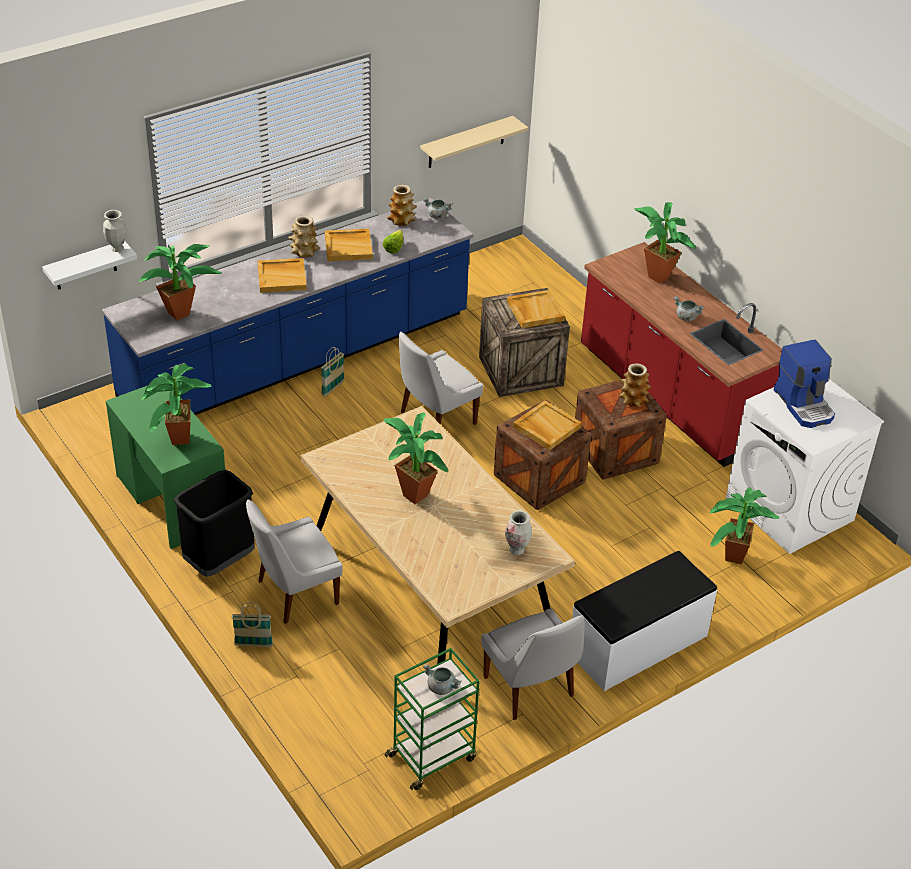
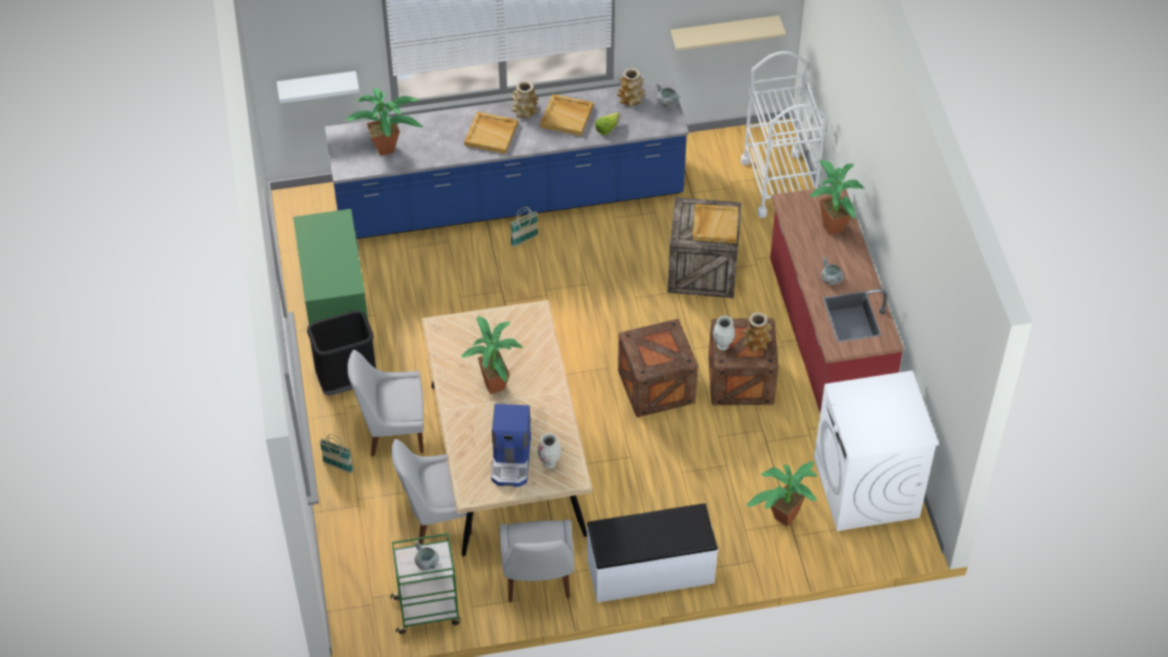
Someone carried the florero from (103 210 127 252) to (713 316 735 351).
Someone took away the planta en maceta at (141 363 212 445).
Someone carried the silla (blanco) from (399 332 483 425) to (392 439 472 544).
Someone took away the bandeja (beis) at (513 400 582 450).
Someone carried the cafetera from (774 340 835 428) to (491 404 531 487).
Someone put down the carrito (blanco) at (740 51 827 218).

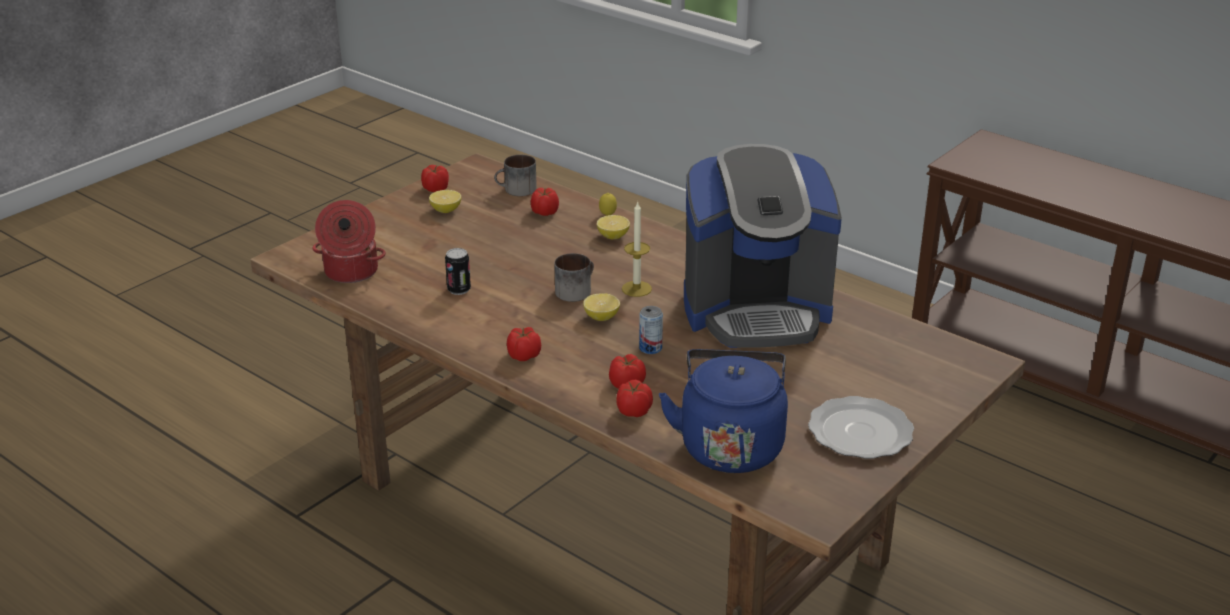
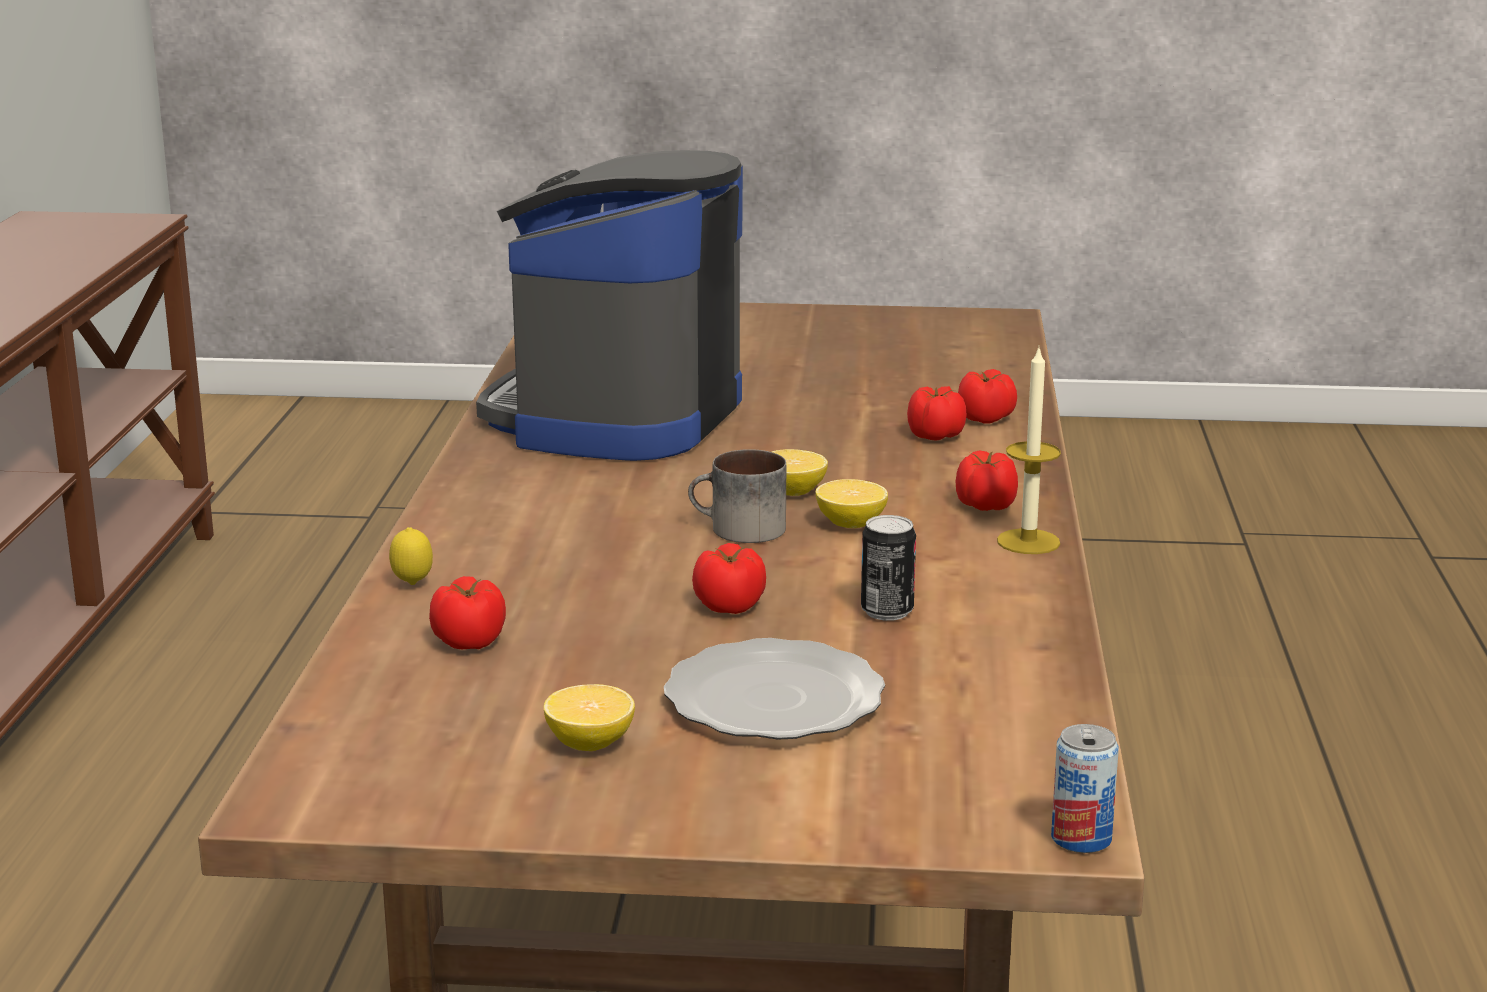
Someone took away the olla at (312 200 386 283).
Someone carried the tomate from (421 165 449 192) to (692 543 766 614).
Someone took away the taza grande at (494 155 537 196).
Someone carried the limón from (597 215 630 239) to (816 479 888 528).
Someone carried the vela from (622 201 652 297) to (997 345 1061 554).
Someone carried the lata from (639 306 663 354) to (1051 724 1119 853).
Someone took away the hervidor (azul) at (659 349 788 473).
Someone rotated the cafetera at (684 144 842 348) by 120 degrees counterclockwise.
Someone carried the plato from (808 396 914 459) to (664 638 885 740).

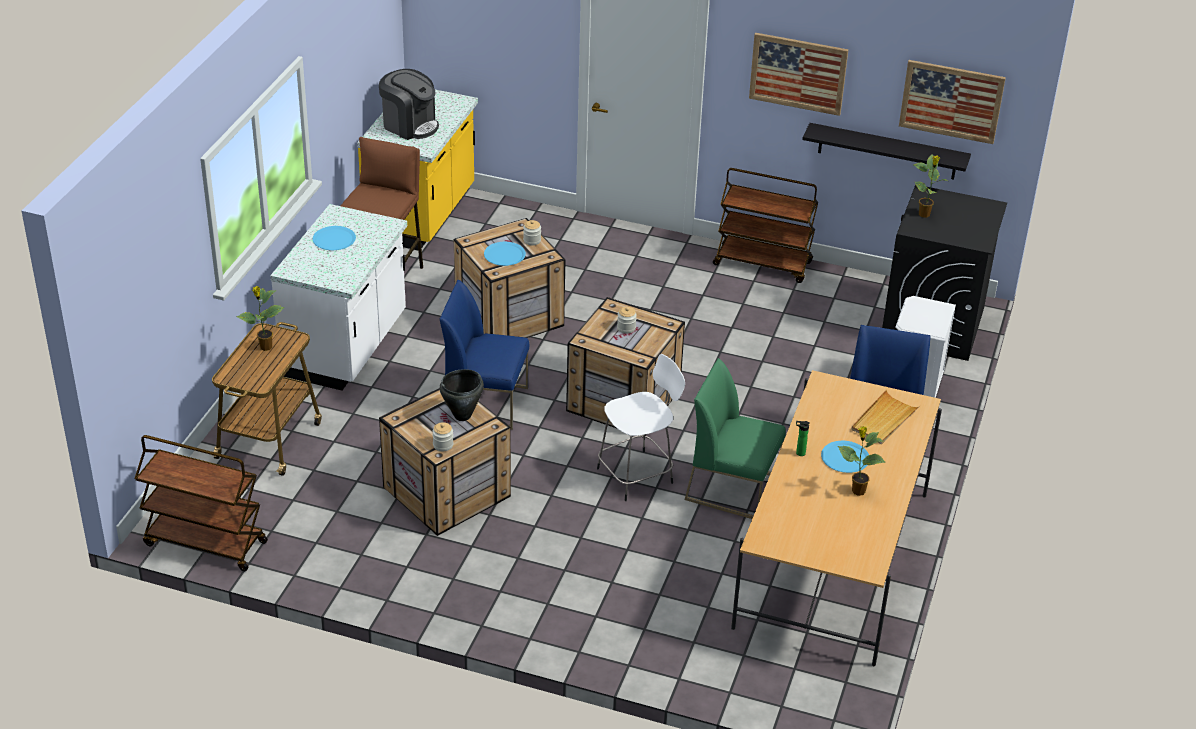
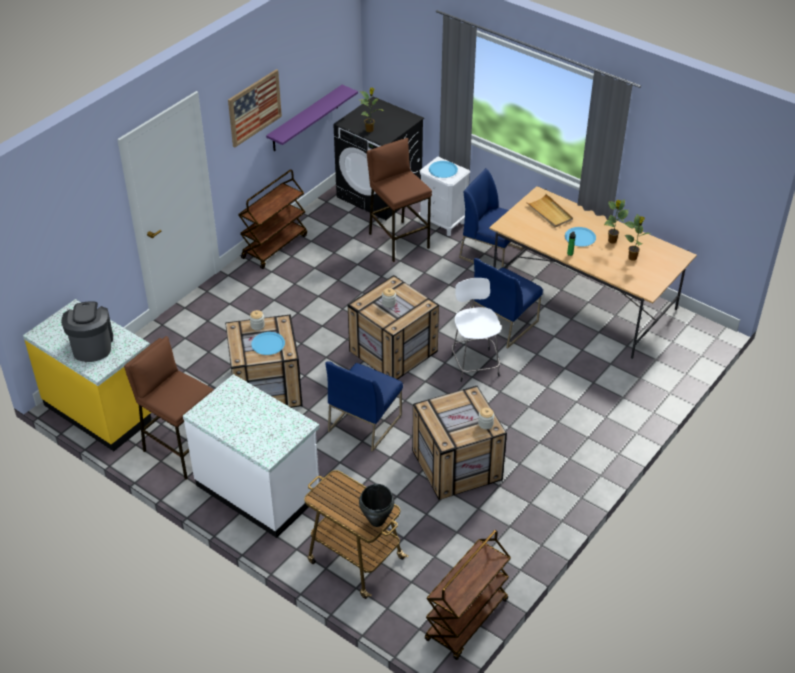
Someone carried the planta en maceta from (236 286 285 351) to (624 214 650 261).
Someone carried the plato (azul) from (313 226 356 250) to (429 161 458 178).
Someone rotated the cafetera at (379 69 439 140) by 60 degrees counterclockwise.
Someone carried the olla (negro) from (440 369 484 421) to (359 484 394 527).
Someone repainted the silla (verde) at (685 358 786 519), which became the silla (azul) at (472 258 543 348).
Someone repainted the estante (negro) at (802 123 971 180), which became the estante (morado) at (266 85 358 151).
Someone took away the cuadro at (899 60 1006 144).
Someone put down the taburete (marrón) at (367 138 432 262).

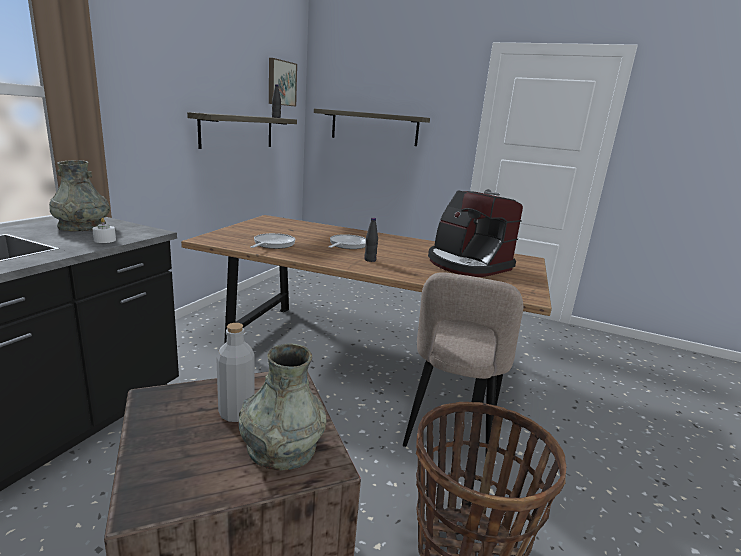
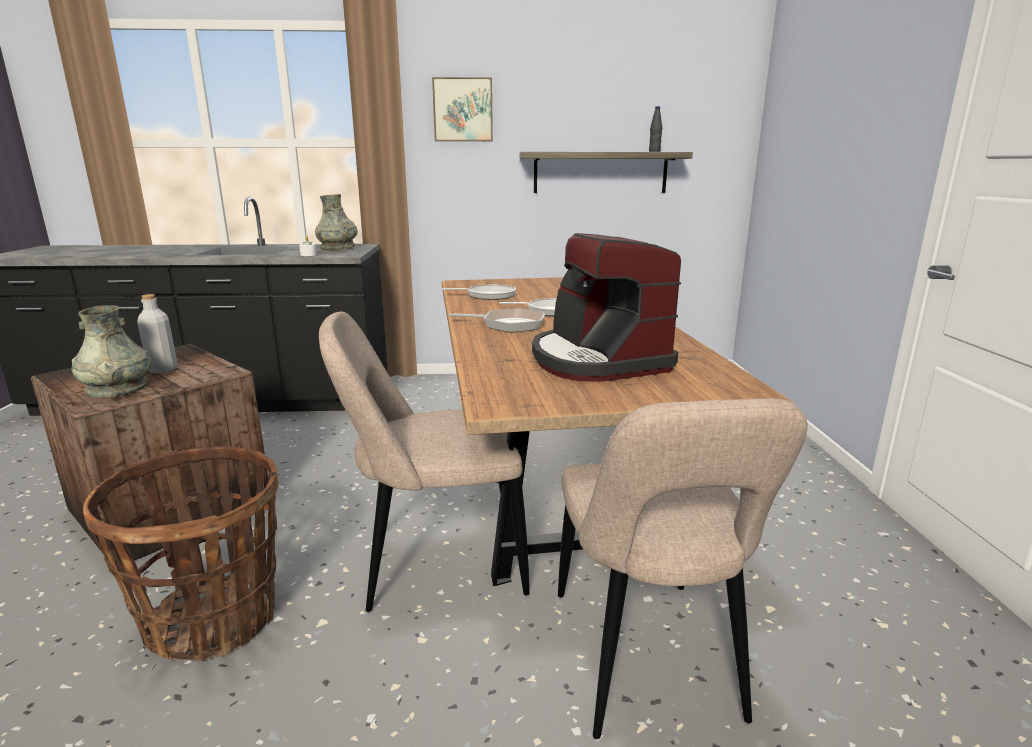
Someone carried the cuadro from (269 58 297 106) to (432 77 493 141).
Someone took away the estante at (314 109 430 146).
Someone swapped the botella (negro) at (364 218 378 262) for the sartén at (449 308 545 332).
Someone rotated the cafetera at (428 190 523 277) by 45 degrees counterclockwise.
Someone put down the silla (beis) at (558 398 808 739).

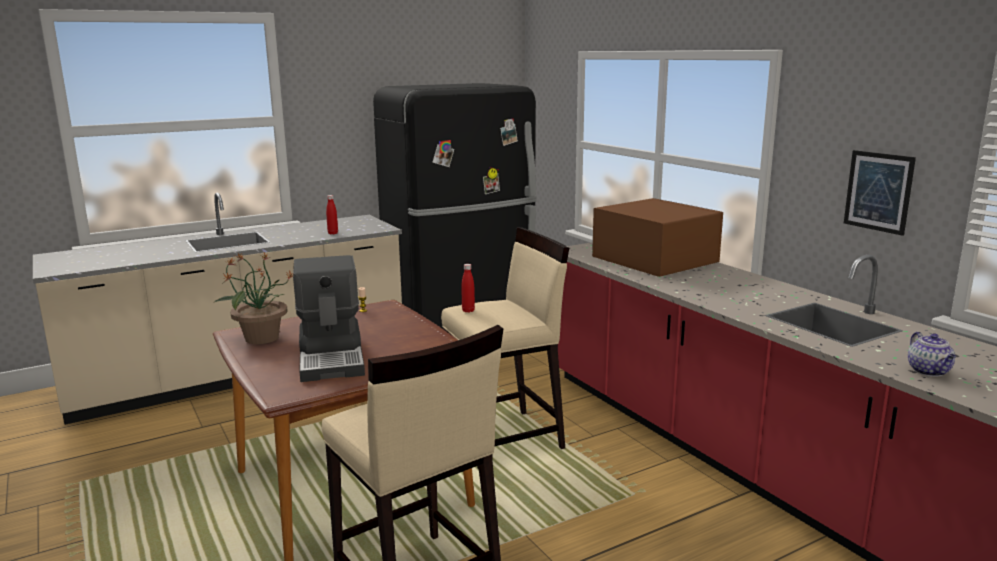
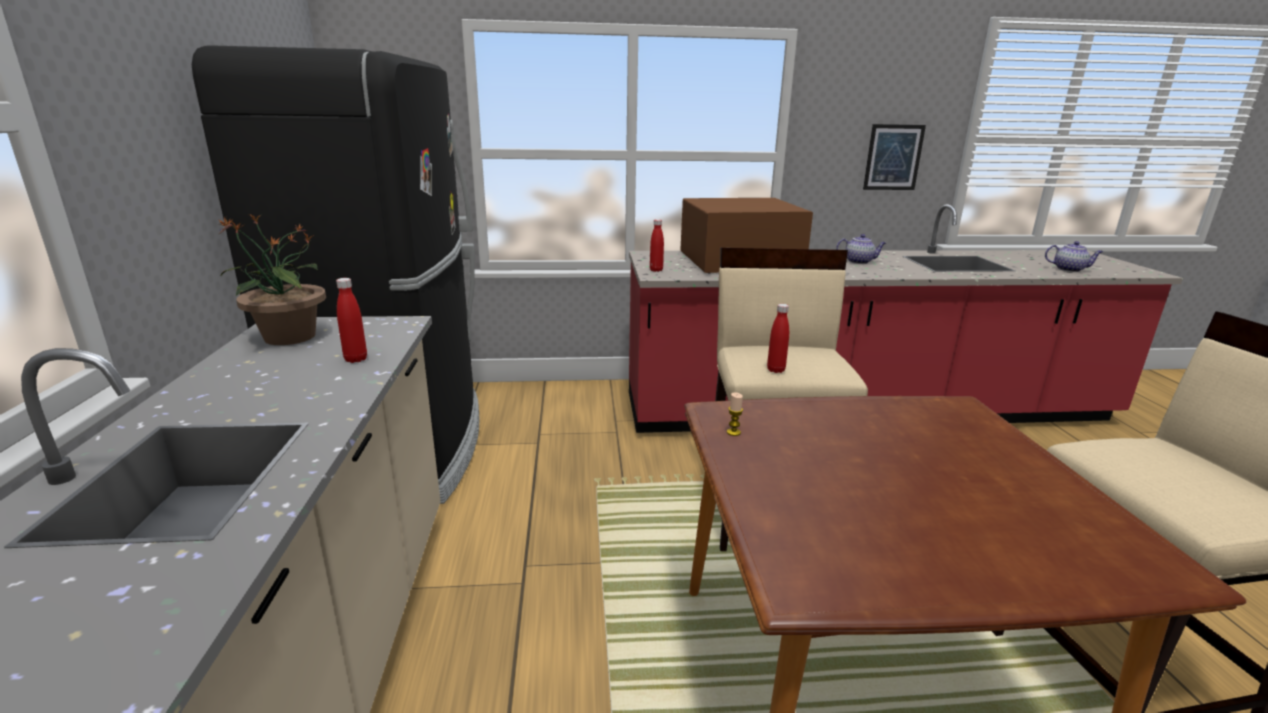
Someone carried the planta en maceta from (213 252 293 344) to (219 214 326 345).
Someone took away the cafetera at (293 255 365 382).
Someone put down the botella (rojo) at (650 219 664 272).
Someone put down the tetera at (836 234 886 264).

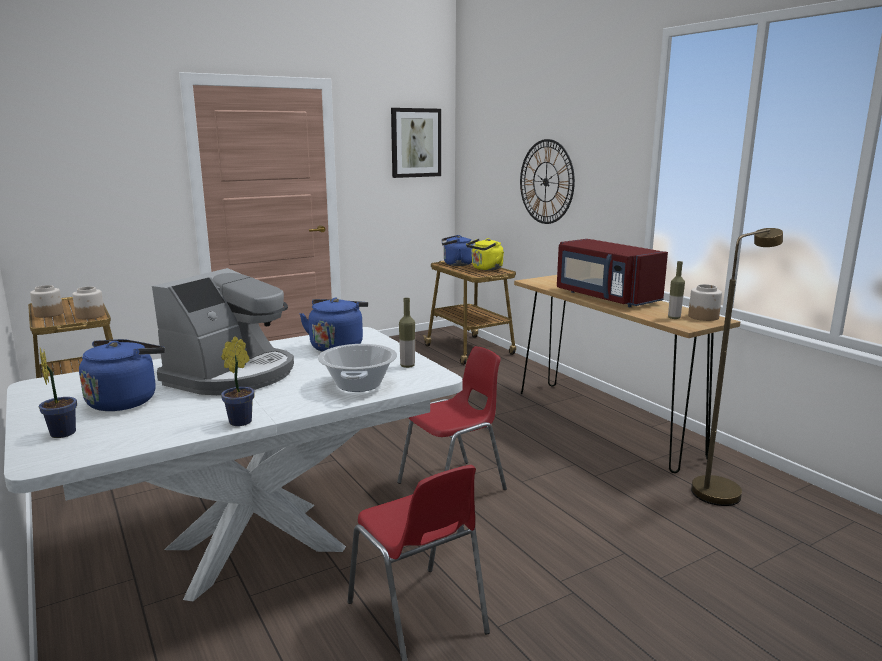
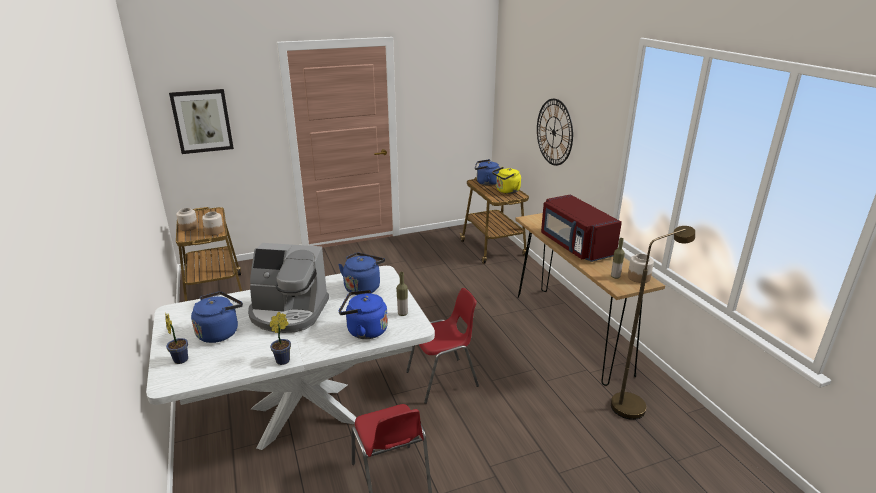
Someone rotated the cafetera at (152 268 294 395) by 60 degrees clockwise.
Someone swapped the olla at (318 344 397 392) for the hervidor (azul) at (339 290 388 339).
Someone carried the cuadro from (391 108 441 178) to (169 89 234 154).

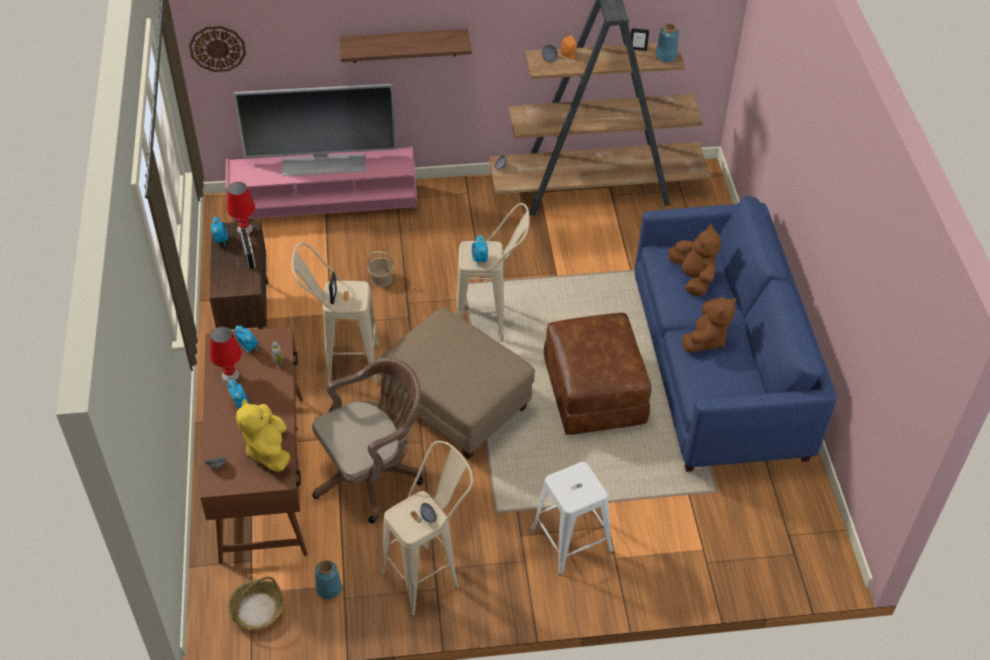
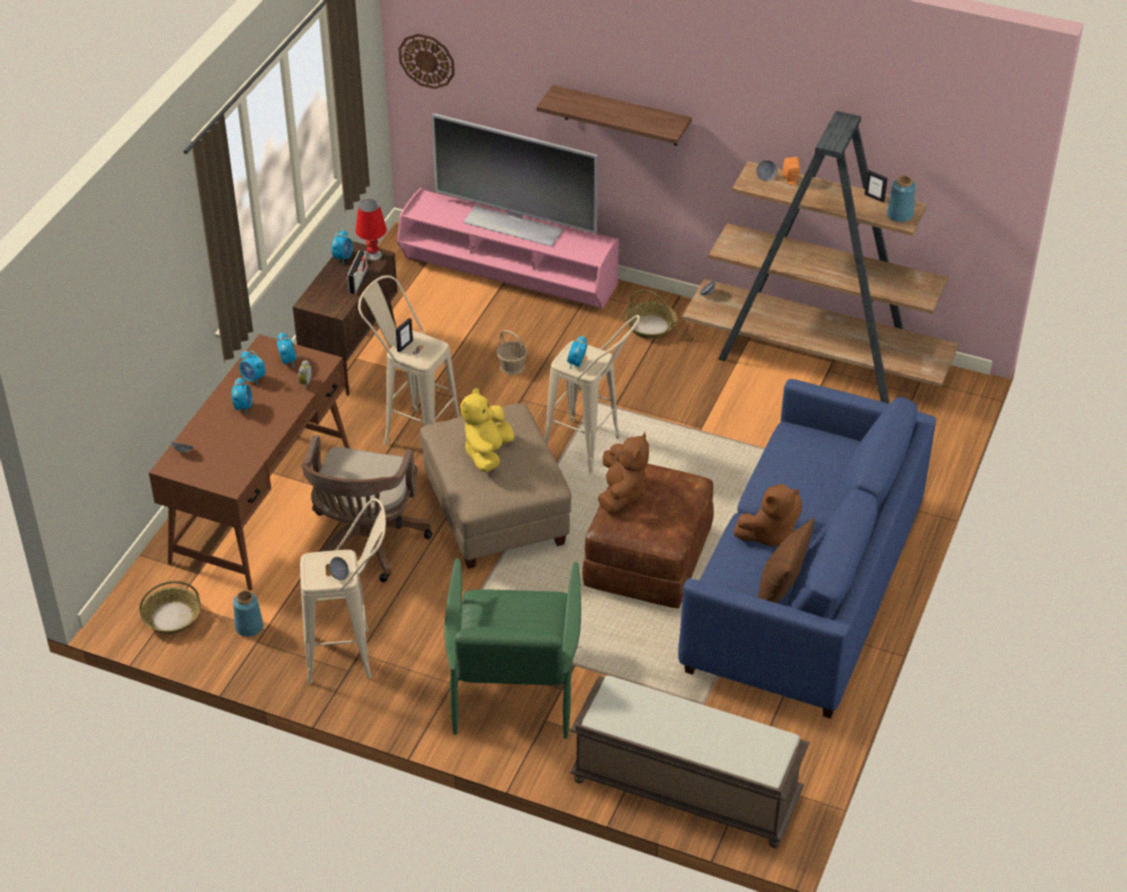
Someone swapped the lámpara de mesa (rojo) at (210 326 242 382) for the despertador at (239 351 266 385).
Someone carried the peluche (amarillo) from (236 399 290 472) to (461 388 514 472).
Someone rotated the silla de oficina (marrón) at (312 358 423 524) by 105 degrees clockwise.
Someone swapped the taburete (blanco) at (530 462 613 575) for the sillón (verde) at (445 558 581 739).
Someone carried the peluche (marrón) from (668 224 721 296) to (598 432 649 513).
Someone put down the banco (marrón) at (570 676 810 848).
Someone put down the cesta at (625 289 677 339).
Someone put down the cojín (marrón) at (758 518 814 603).

